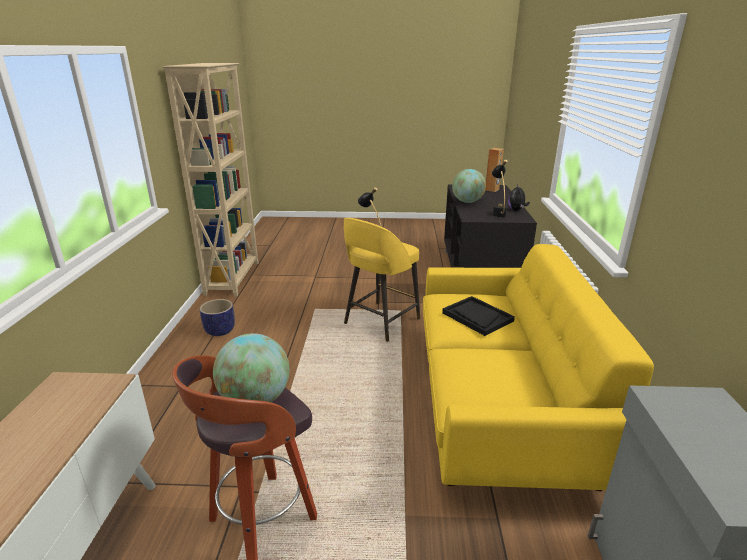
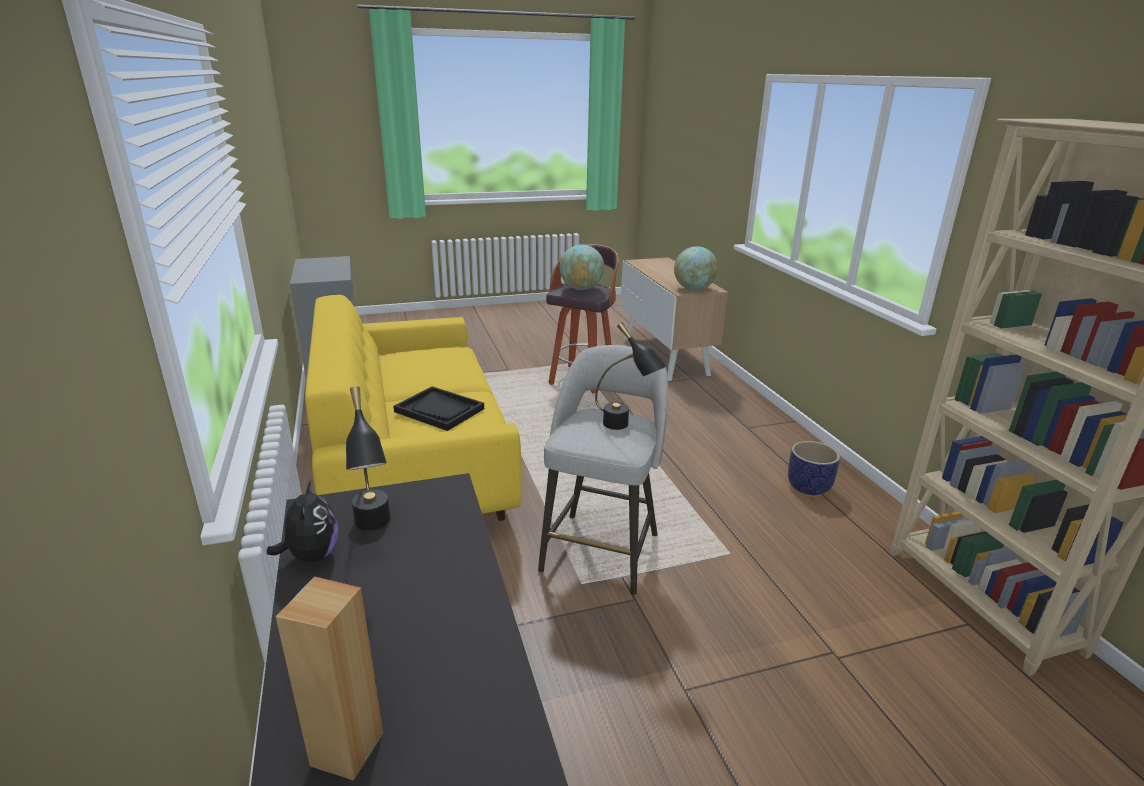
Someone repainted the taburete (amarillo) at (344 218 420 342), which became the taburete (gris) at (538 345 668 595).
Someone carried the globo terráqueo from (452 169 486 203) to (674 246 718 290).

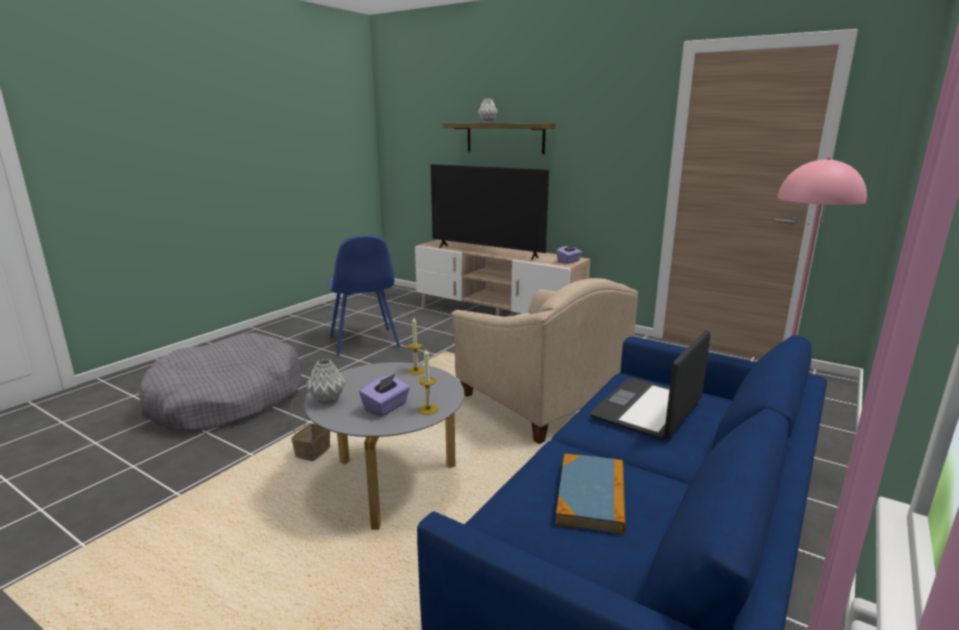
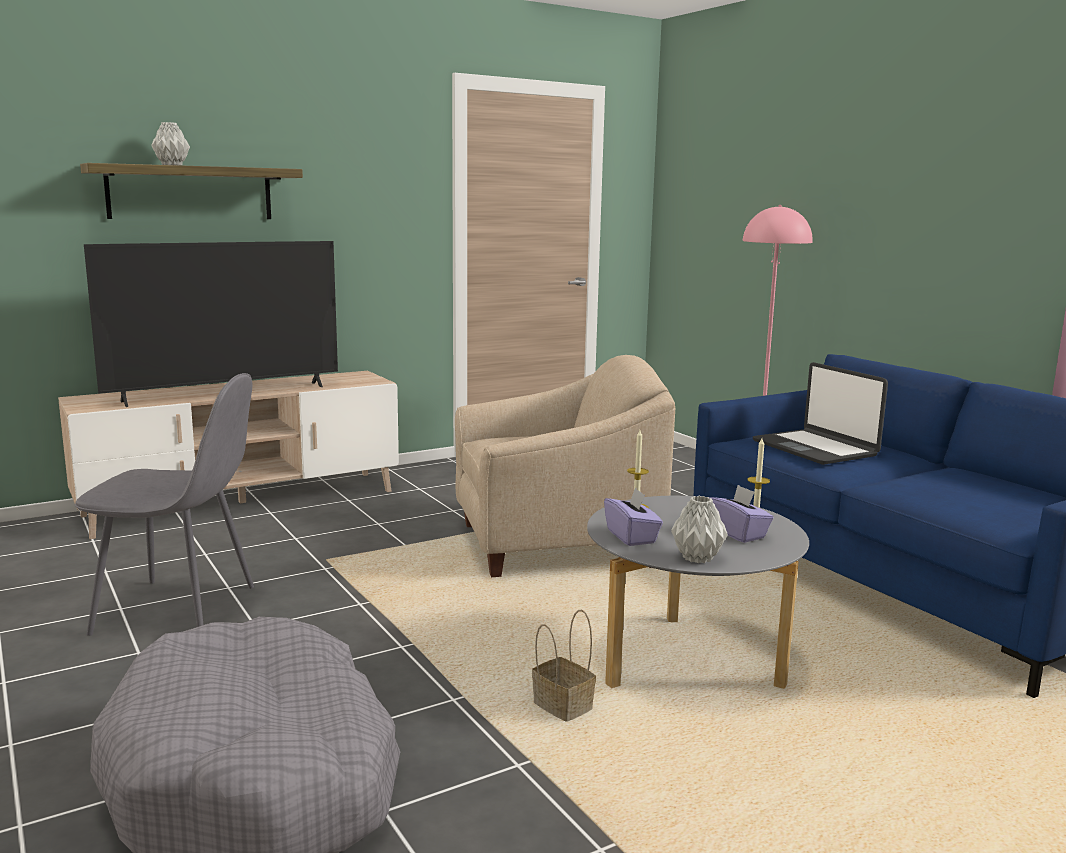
Someone repainted the silla (azul) at (328 235 400 356), which became the silla (gris) at (75 373 254 636).
Someone took away the libro at (555 454 626 535).
Someone carried the caja de pañuelos (morado) from (556 243 582 264) to (604 487 663 546).

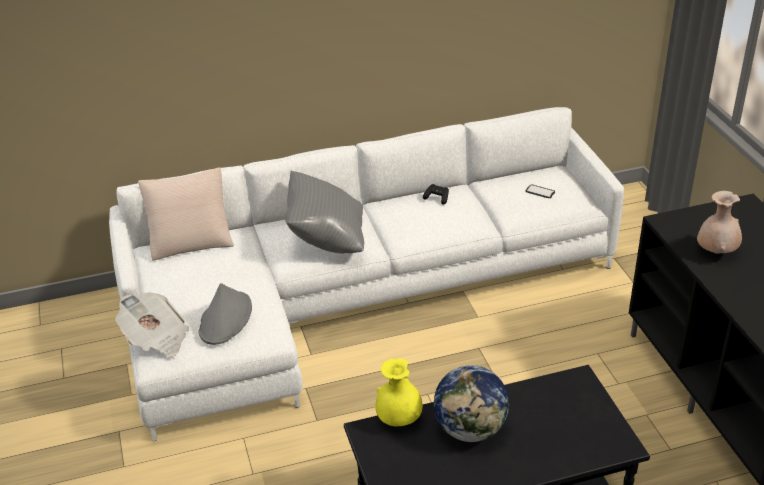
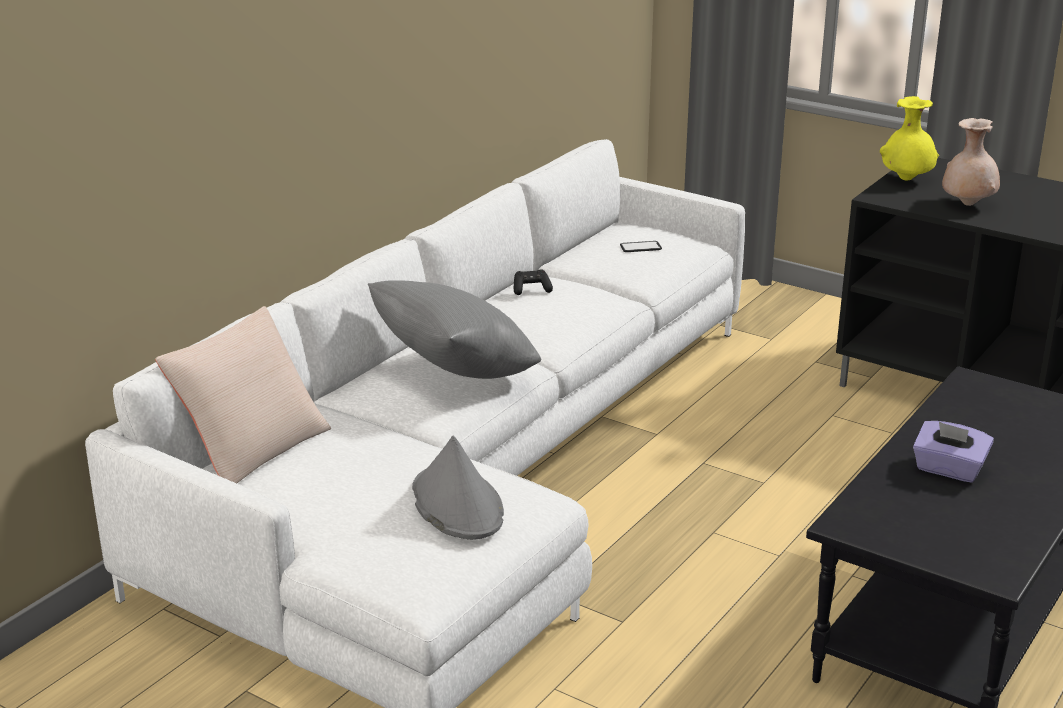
Someone took away the periódico at (115 292 190 357).
Someone carried the florero (amarillo) from (375 358 423 426) to (880 96 939 181).
Someone swapped the globo terráqueo at (434 365 509 442) for the caja de pañuelos (morado) at (913 421 994 483).

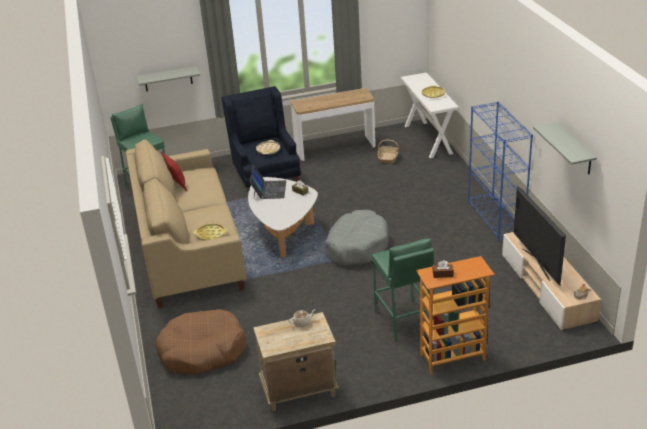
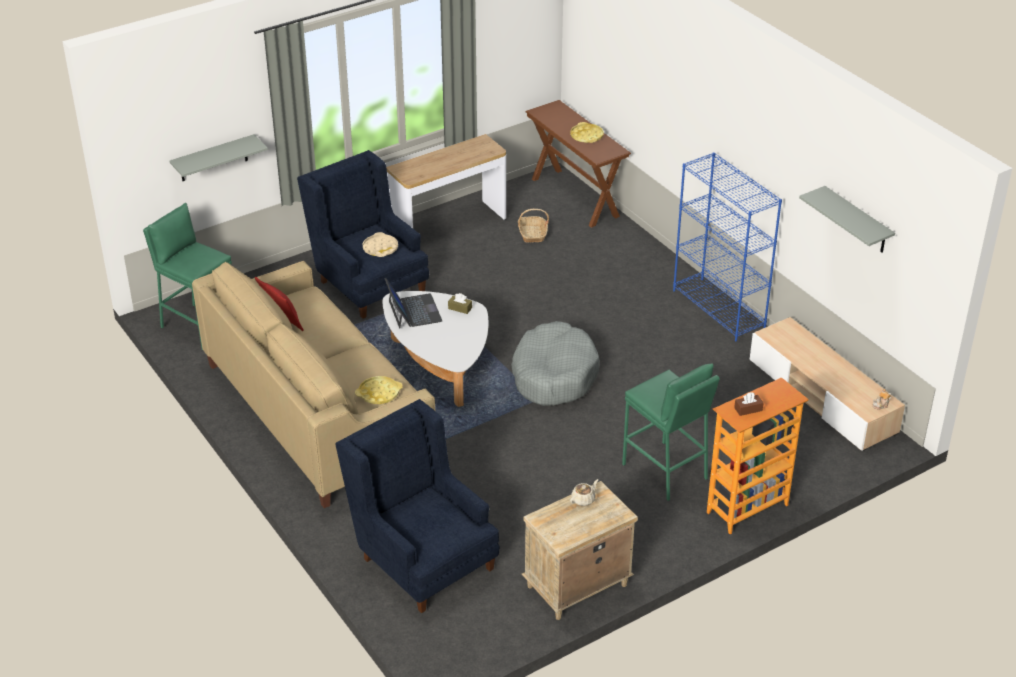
Someone swapped the cama para perro (marrón) at (155 309 246 374) for the sillón (azul) at (335 399 500 613).
Someone repainted the mesa consola (blanco) at (400 72 459 158), which became the mesa consola (marrón) at (525 100 631 228).
Someone took away the televisor at (514 186 566 285).

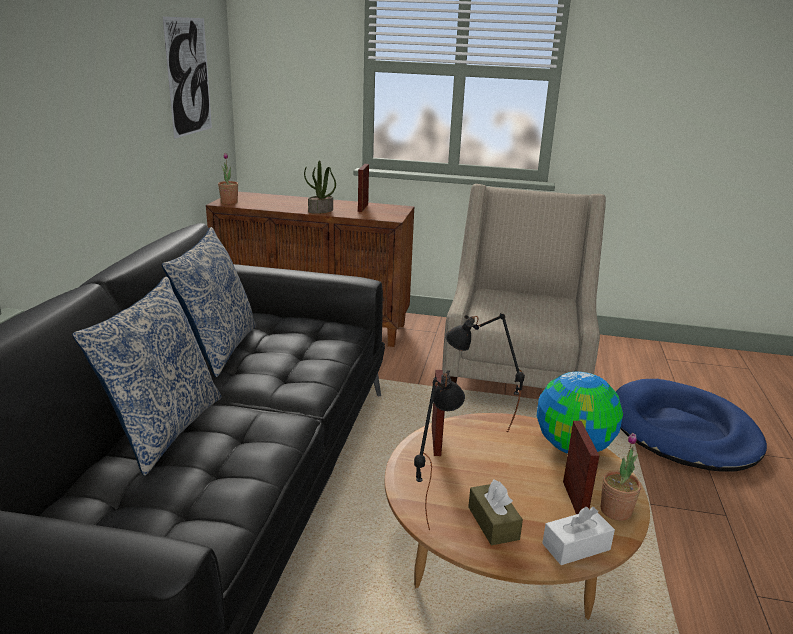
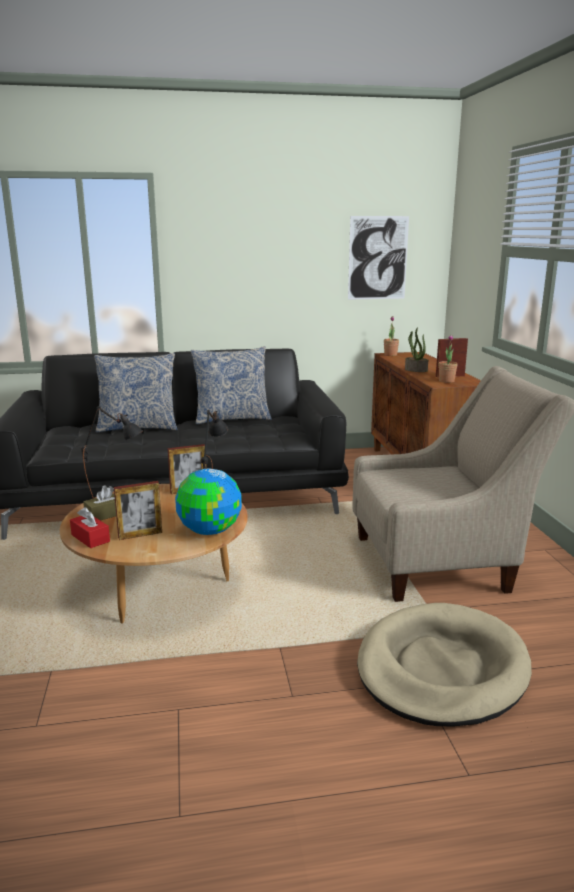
Someone repainted the caja de pañuelos (blanco) at (542 507 615 565), which became the caja de pañuelos (rojo) at (70 507 110 548).
Someone carried the planta en maceta from (601 433 641 521) to (439 335 458 383).
Someone repainted the cama para perro (azul) at (616 379 767 472), which became the cama para perro (beis) at (357 603 532 726).

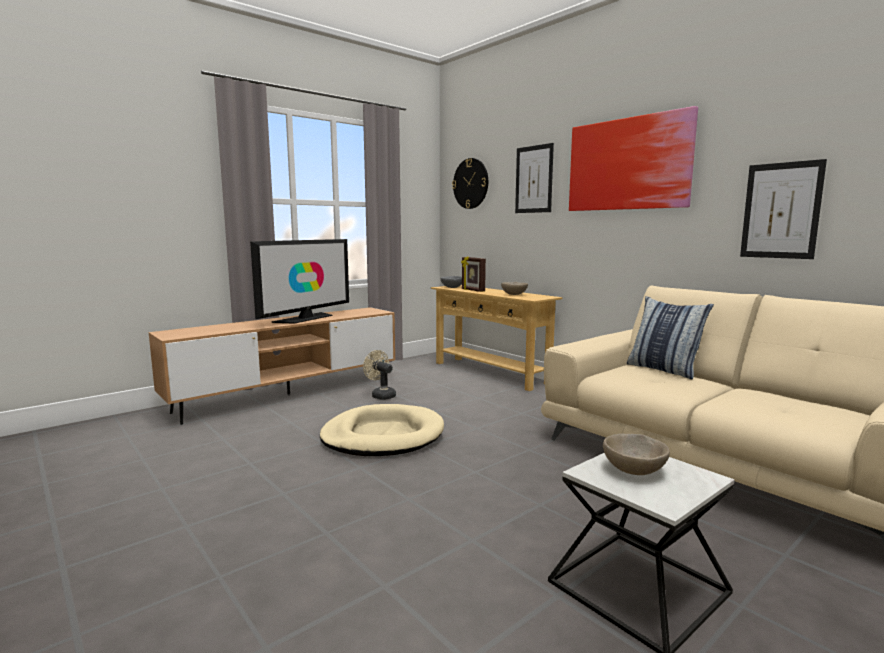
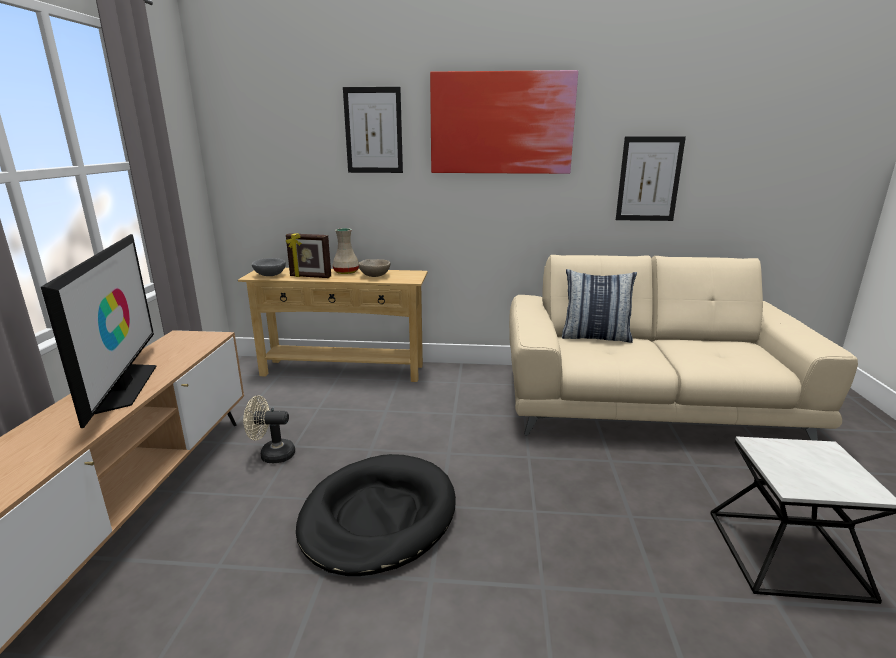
Someone repainted the cama para perro (beis) at (320 404 444 456), which became the cama para perro (negro) at (296 454 456 576).
Someone took away the reloj de pared at (452 158 488 209).
Someone took away the cuenco (beis) at (603 434 670 475).
Someone put down the florero (beis) at (332 228 359 274).

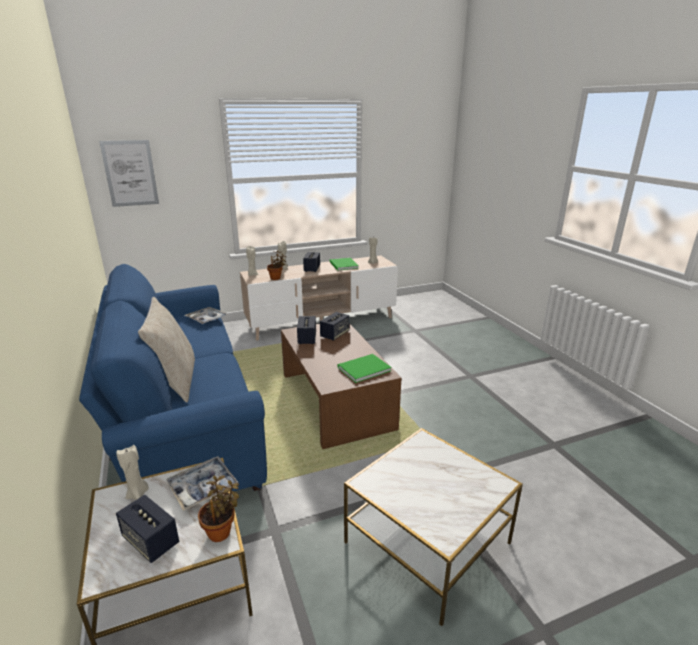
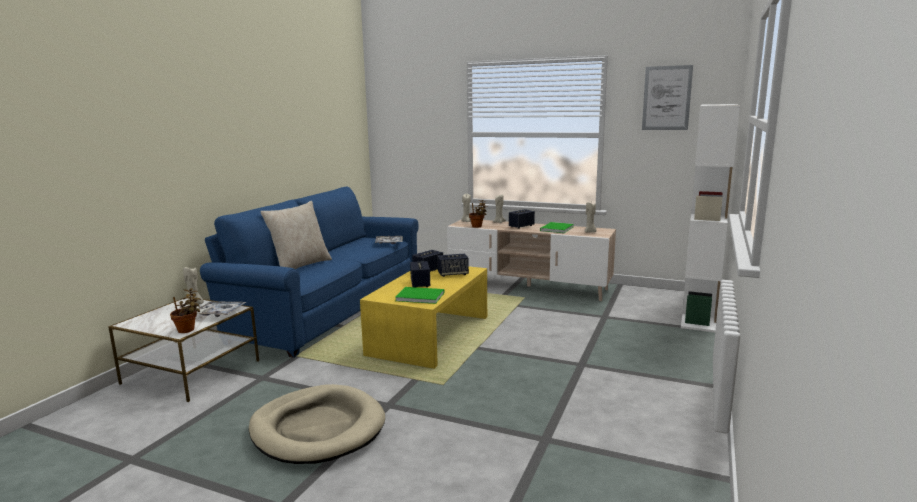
Someone carried the cuadro from (99 140 159 207) to (642 65 693 130).
Someone carried the altavoz from (116 495 179 563) to (410 261 430 287).
Someone repainted the mesa de centro (marrón) at (281 323 401 449), which became the mesa de centro (amarillo) at (360 266 487 369).
Someone swapped the mesa auxiliar at (344 428 523 626) for the cama para perro (beis) at (248 384 385 464).
Someone put down the estantería (blanco) at (681 104 740 332).

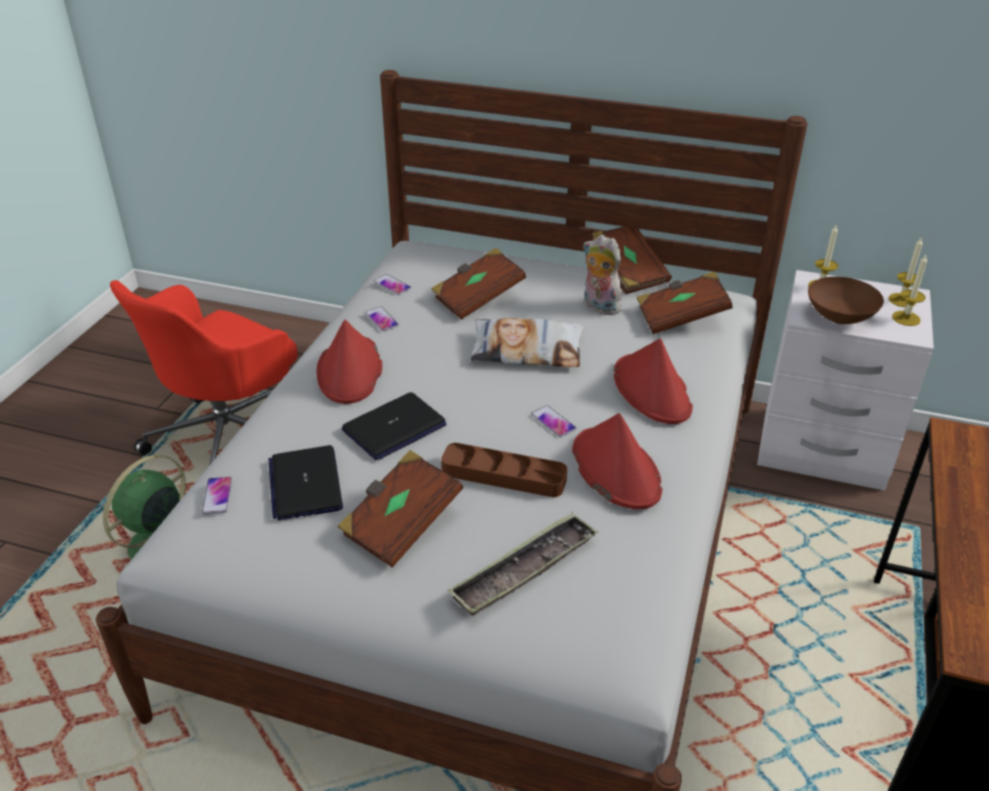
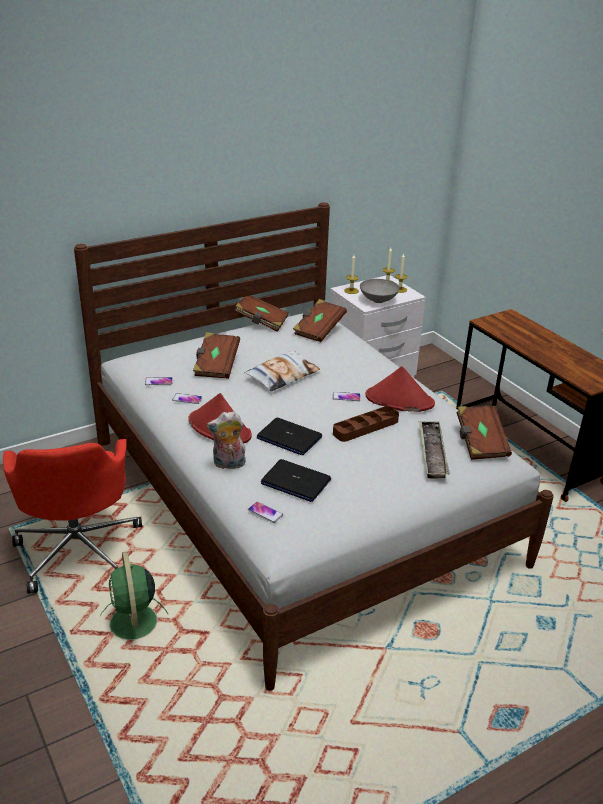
Someone carried the libro (marrón) from (337 450 463 567) to (457 405 512 460).
Someone rotated the portátil at (342 392 446 460) by 120 degrees clockwise.
Someone carried the peluche from (583 235 623 315) to (207 411 247 469).
Someone took away the sombrero (rojo) at (614 338 693 424).
Someone repainted the cuenco (marrón) at (808 277 884 324), which became the cuenco (gris) at (360 279 400 303).

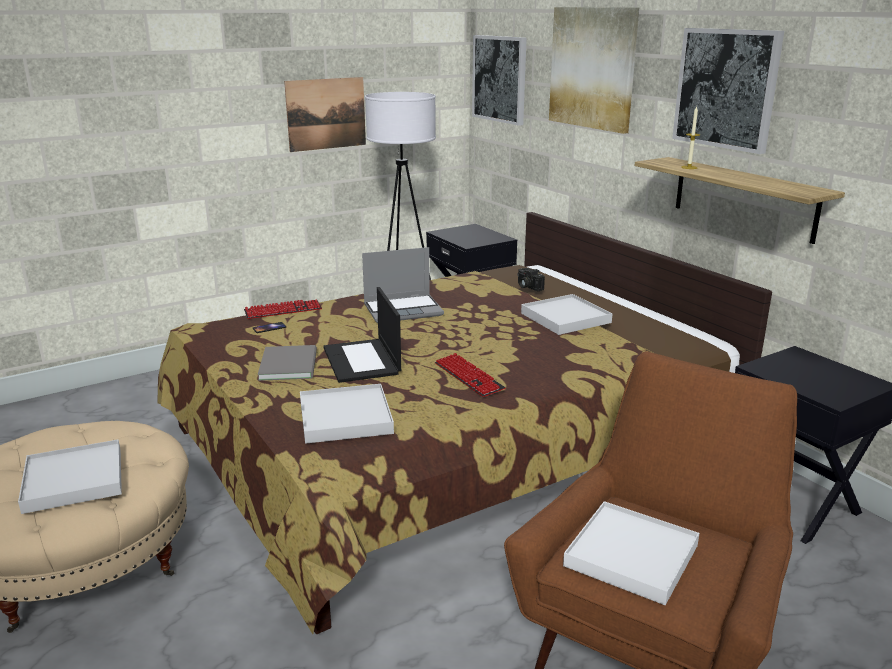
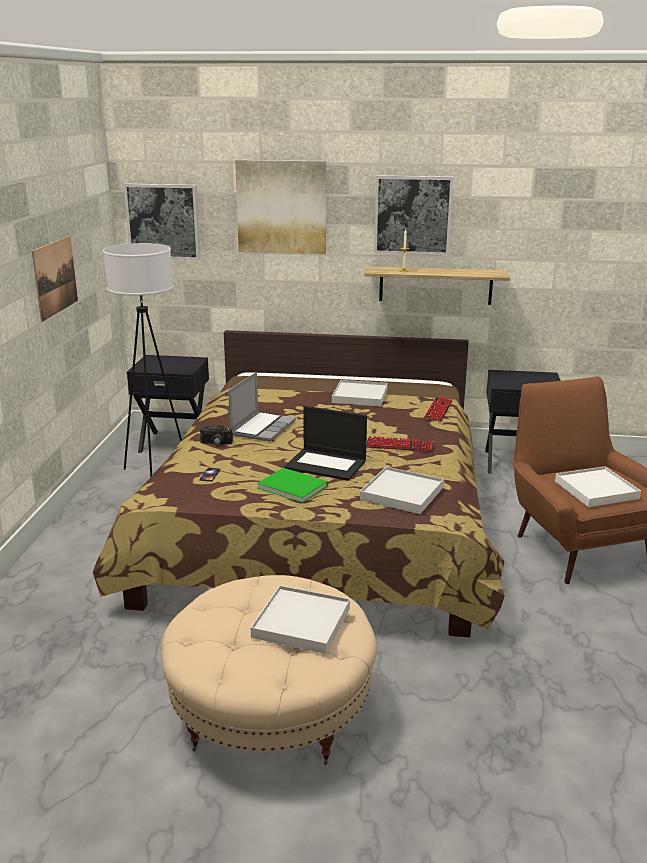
Someone carried the teclado from (244 300 322 319) to (424 397 452 422).
Someone repainted the libro (gris) at (258 345 317 381), which became the libro (verde) at (257 468 328 503).
Someone carried the cámara from (517 268 545 291) to (200 425 233 446).

